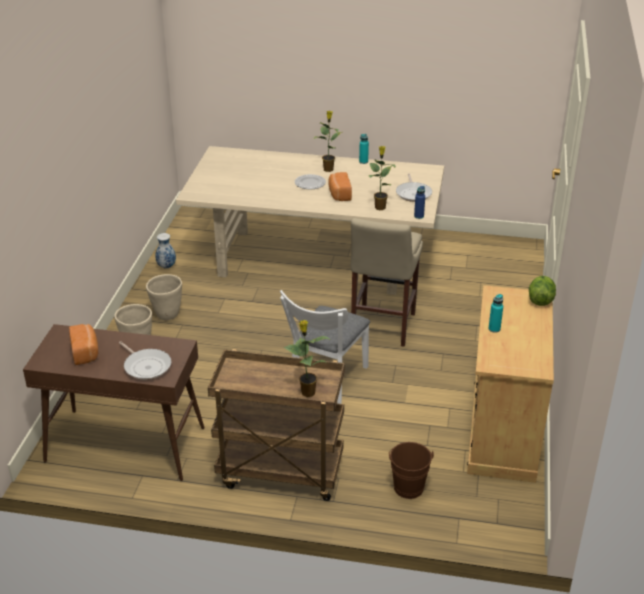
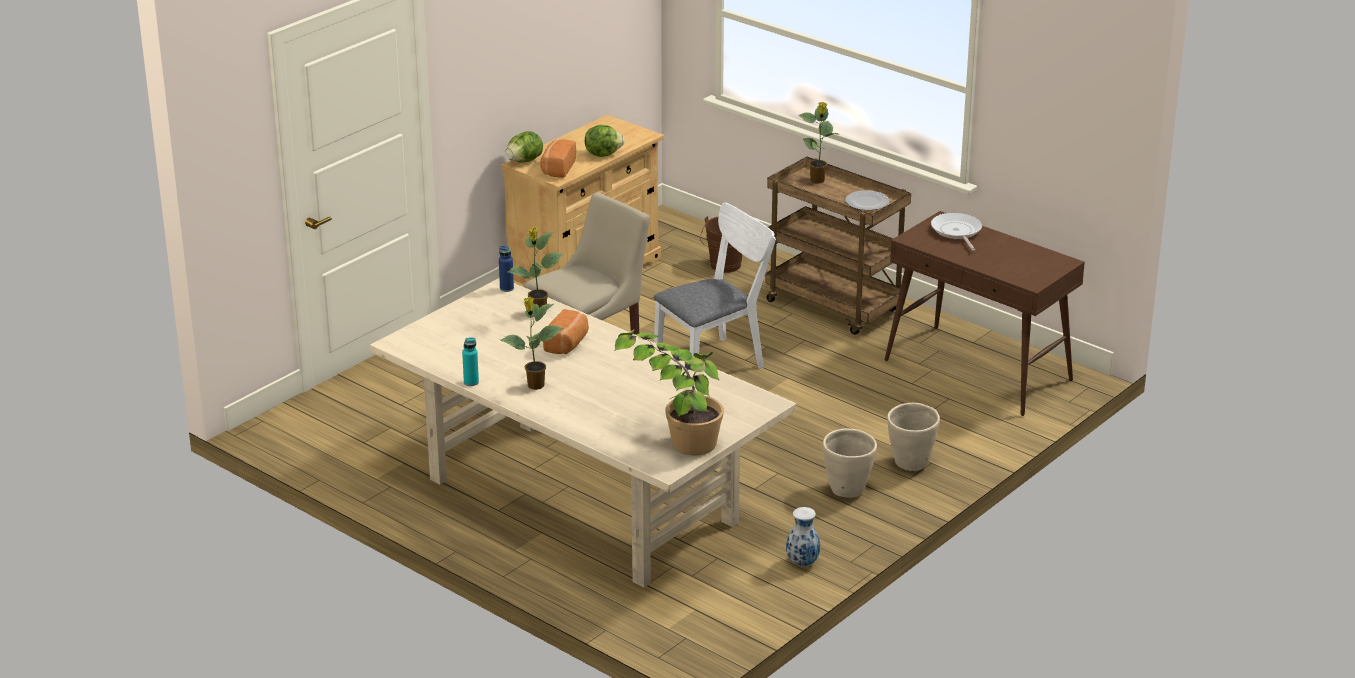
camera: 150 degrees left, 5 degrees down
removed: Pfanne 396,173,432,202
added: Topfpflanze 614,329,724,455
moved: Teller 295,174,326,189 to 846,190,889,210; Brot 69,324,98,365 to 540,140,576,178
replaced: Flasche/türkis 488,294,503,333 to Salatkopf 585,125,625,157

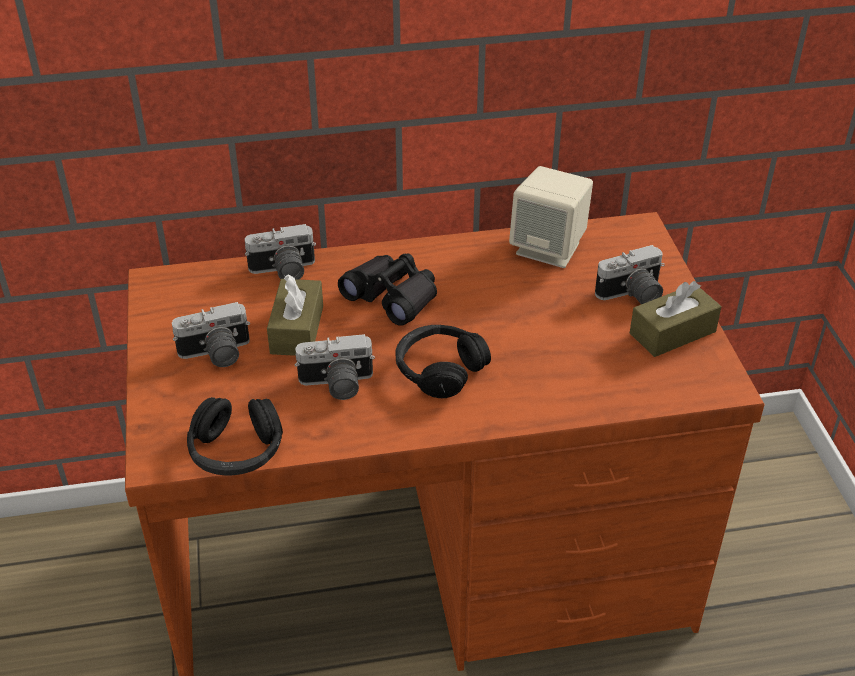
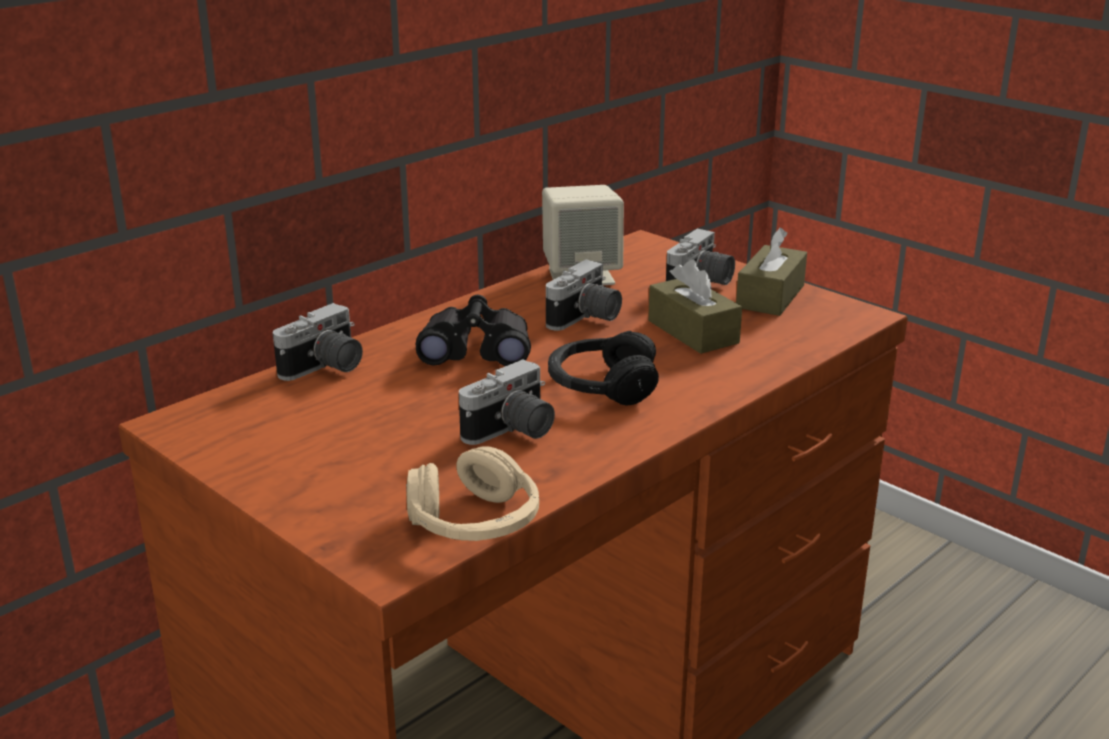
camera: 35 degrees left, 15 degrees down
moved: Taschentuchbox/braun 267,274,323,356 to 648,259,742,354; Kamera 172,302,250,367 to 546,260,622,331
recoloured: Kopfhörer/schwarz 187,397,283,475 to Kopfhörer/beige 406,446,539,541

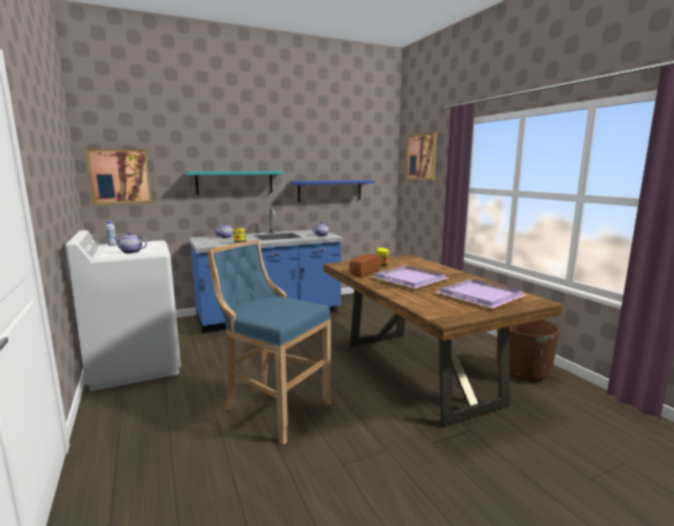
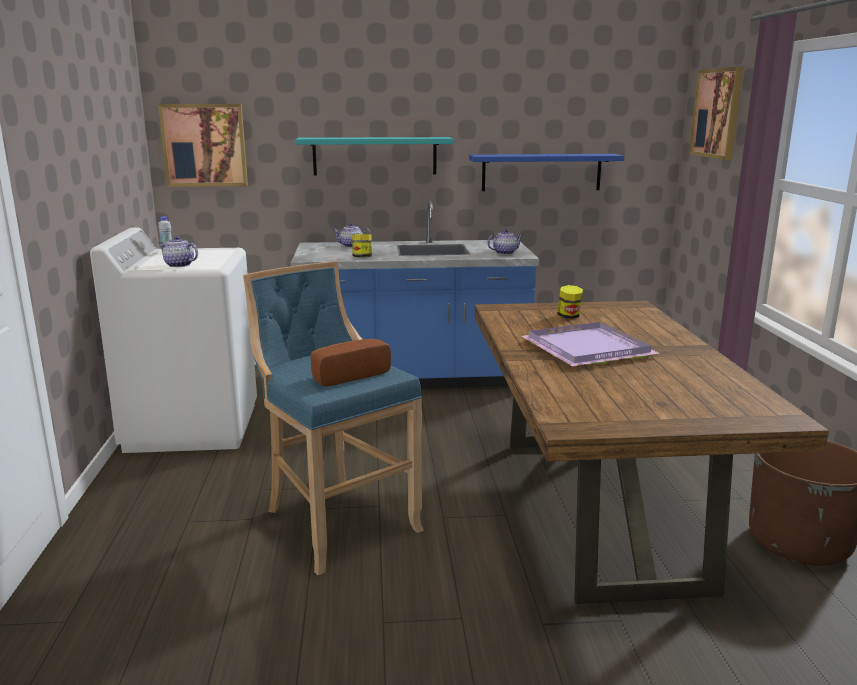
camera: 20 degrees right, 5 degrees up
removed: Tablett/lila 436,279,527,309
moved: Brot 349,254,381,277 to 311,339,391,387

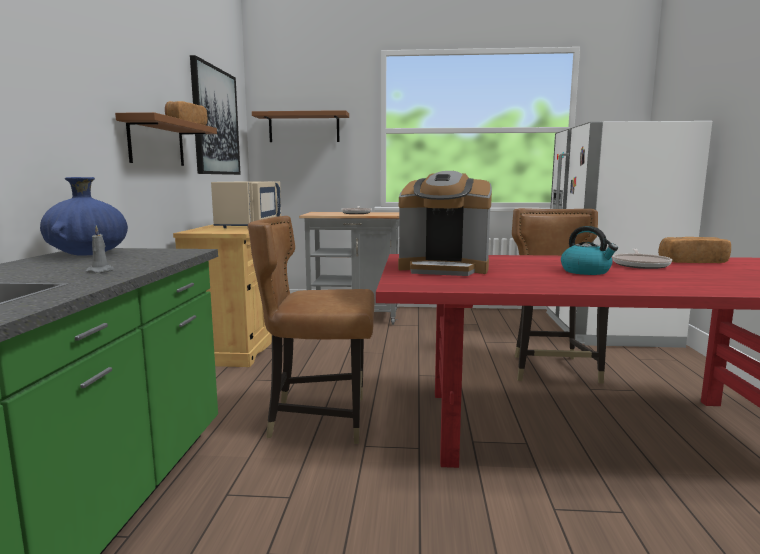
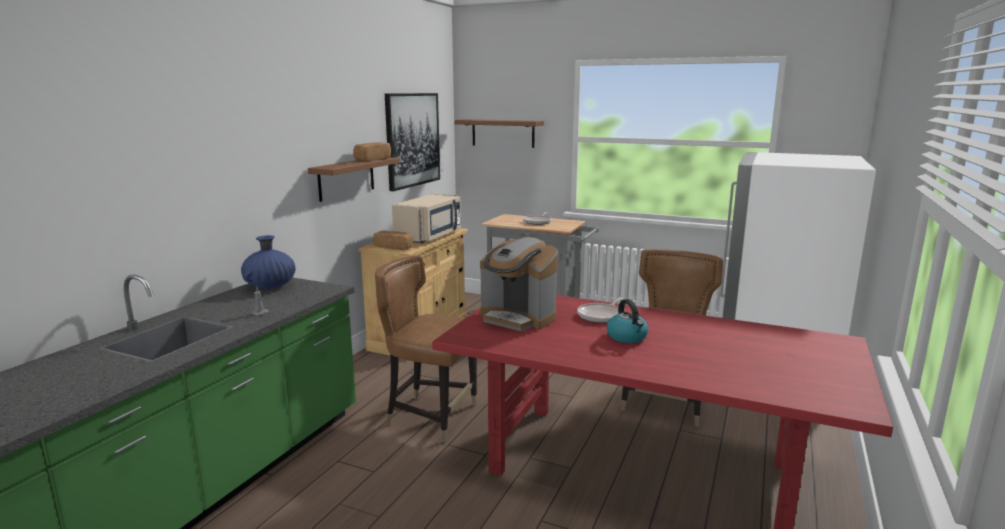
camera: 20 degrees right, 5 degrees up
moved: Brot 658,237,731,263 to 373,231,413,250; Pfanne 612,249,672,269 to 577,297,623,323

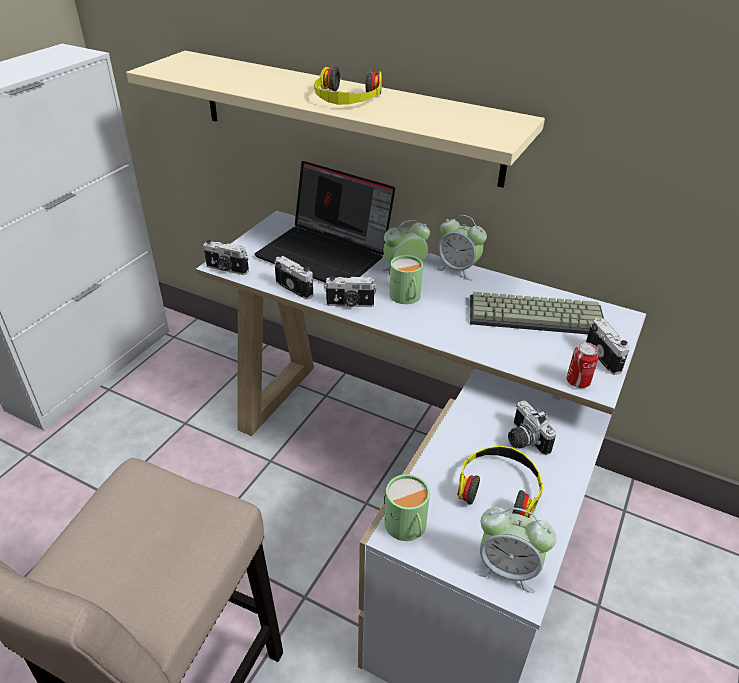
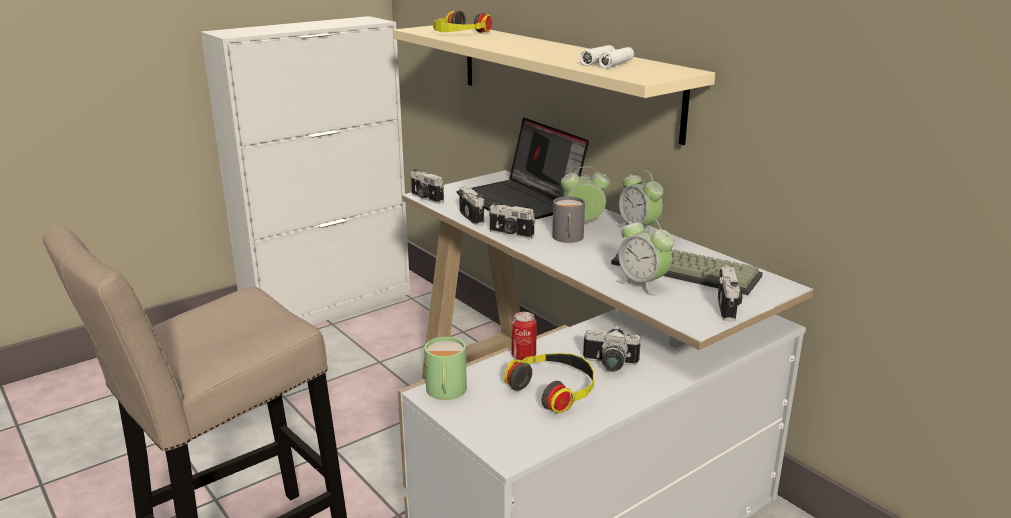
camera: 25 degrees right, 15 degrees down
added: Fernglas/weiß 580,45,634,68
moved: Kopfhörer 314,66,382,105 to 433,11,492,33; Dose 566,342,599,388 to 512,312,537,360; Wecker 475,507,557,593 to 616,216,674,296
recoloured: Henkelbecher/grün 389,255,423,304 to Henkelbecher/grau 552,197,585,243
turned: Kamera 508,400,557,455 = 583,325,641,372 75 degrees counterclockwise

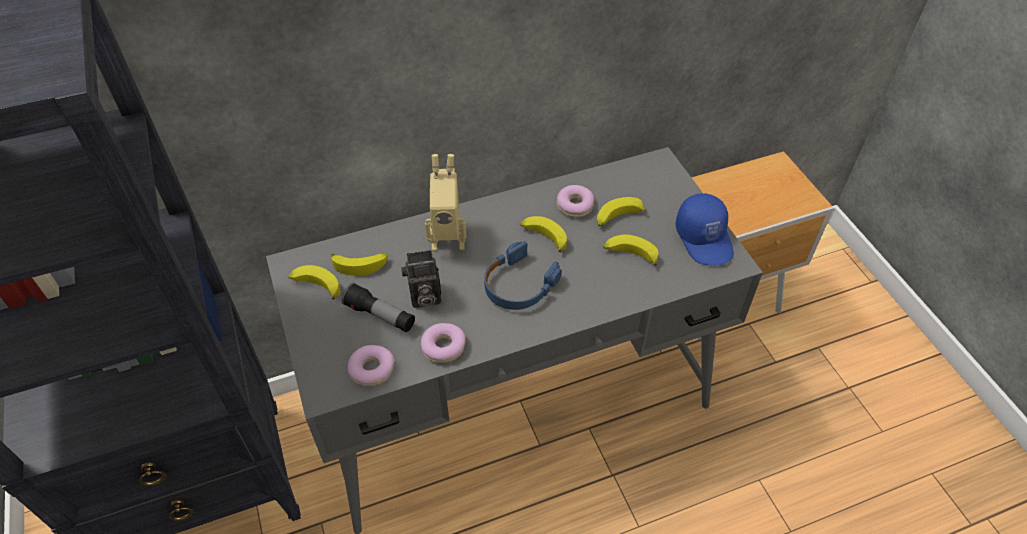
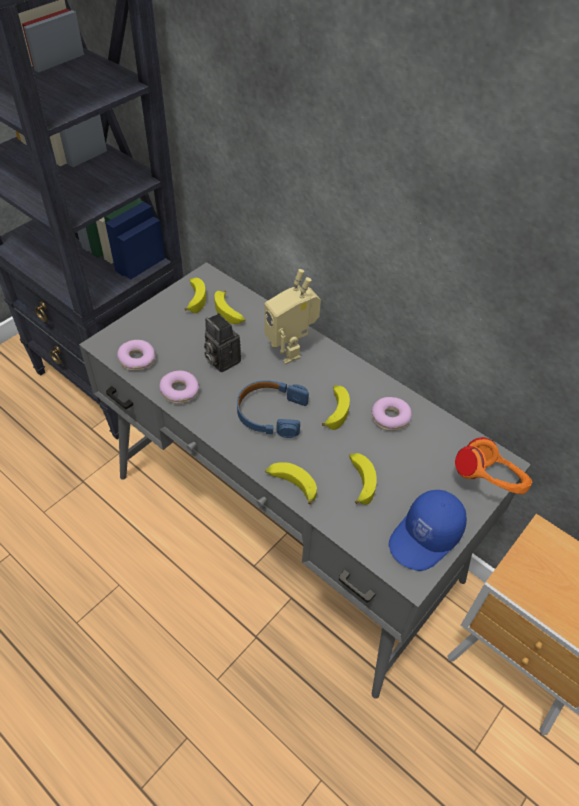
camera: 60 degrees right, 0 degrees up
removed: Taschenlampe 342,283,415,332
added: Kopfhörer/orange 455,437,532,495
moved: Banane 597,197,647,226 to 265,462,317,504

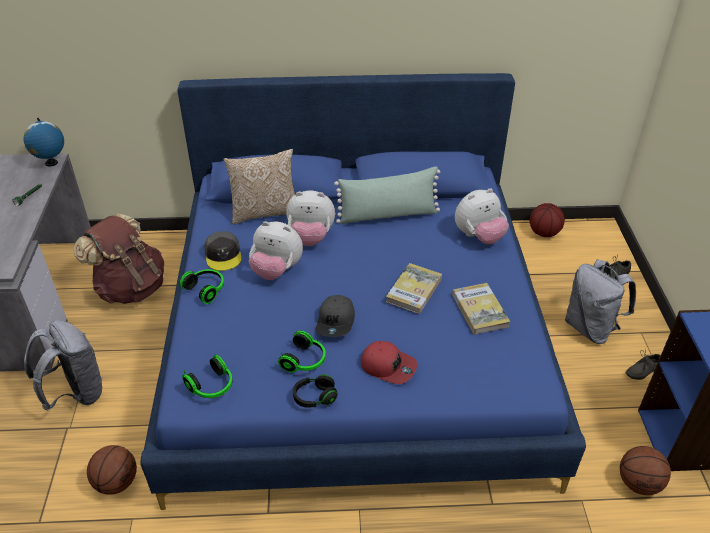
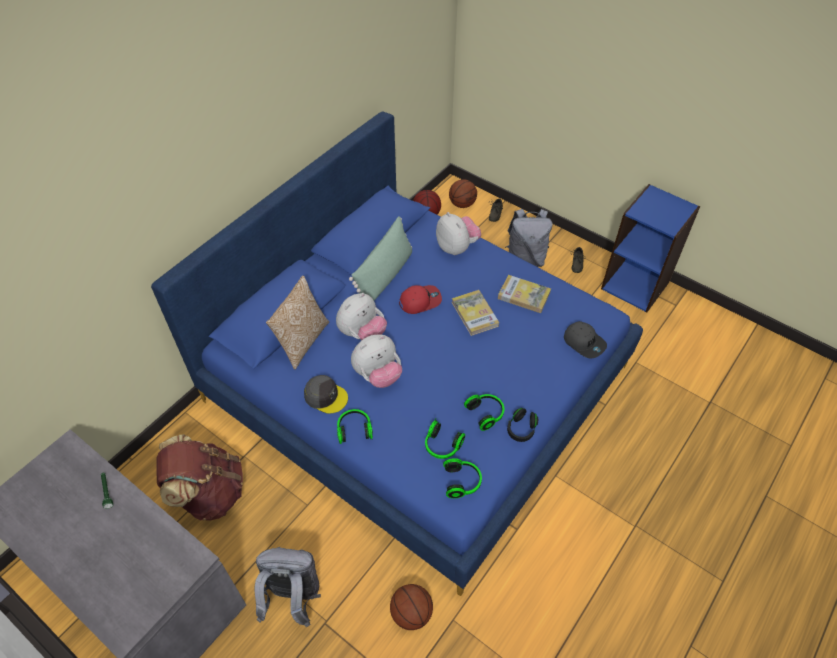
camera: 50 degrees left, 10 degrees up
removed: Globus 24,118,64,166
added: Kopfhörer 425,418,465,459
moved: Kappe/grau 316,295,355,337 to 564,321,607,358; Kappe/rot 361,341,417,384 to 399,285,442,314; Basketball 620,446,671,495 to 449,179,477,208
turned: Plüschtier 455,188,509,244 = 436,212,481,255 45 degrees counterclockwise

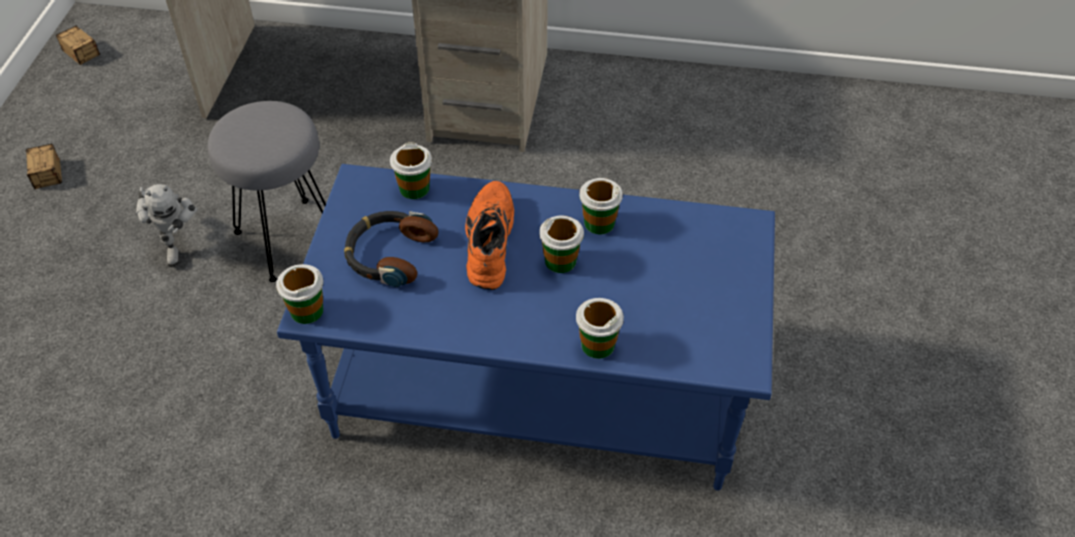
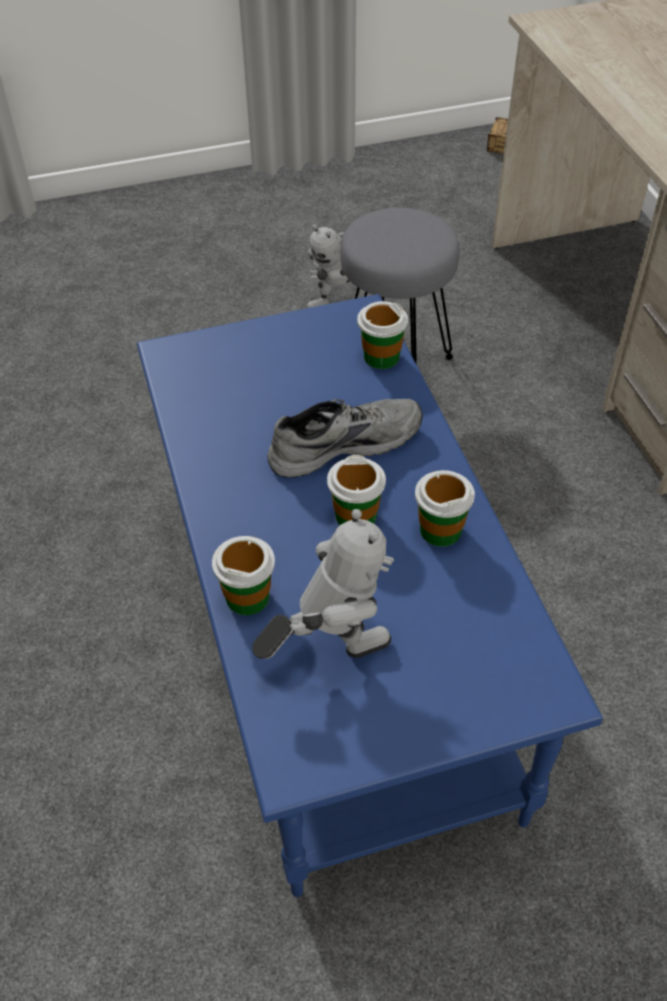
camera: 65 degrees right, 0 degrees up
removed: Aufbewahrungsbox 26,144,62,189; Kopfhörer 344,211,439,287; Tasse 276,264,323,324
added: Spielzeugroboter 252,509,394,659
recoloured: Schuh/orange 465,181,514,290 to Schuh/grau 267,399,423,478

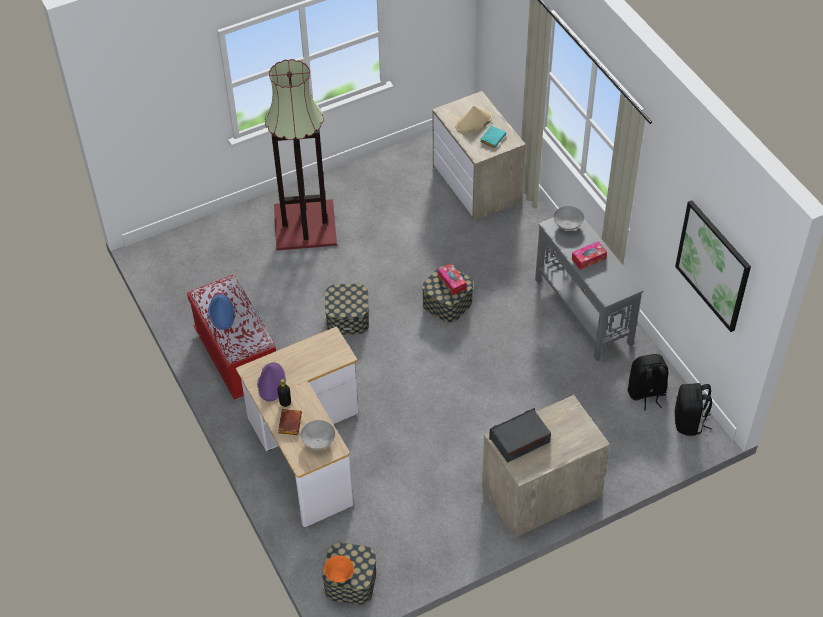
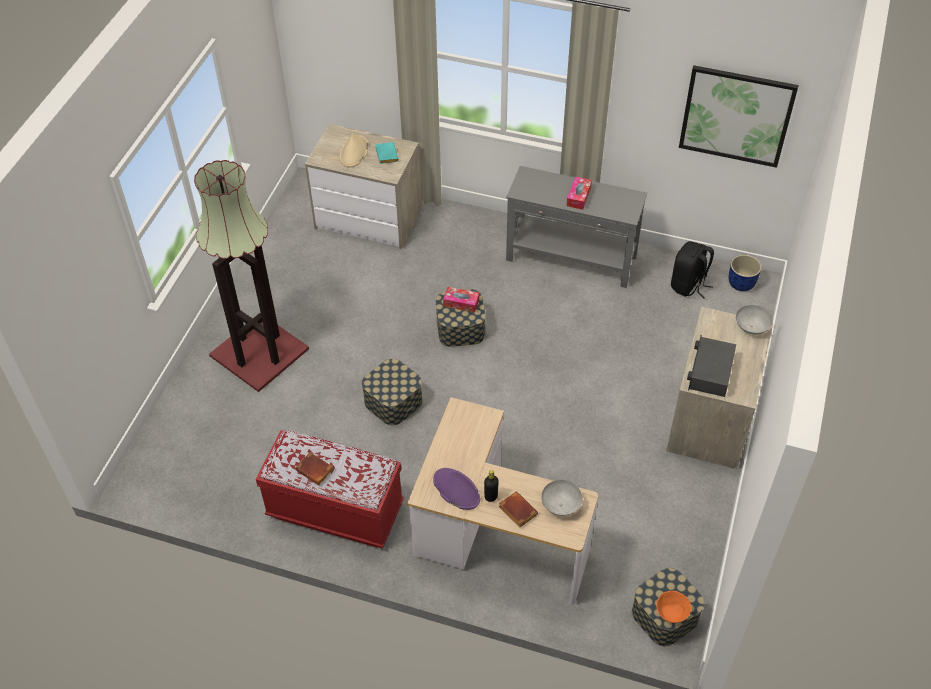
camera: 45 degrees left, 0 degrees up
moved: Schüssel/grau 554,206,584,230 to 736,305,773,334
replaced: Hut/blau 208,294,235,330 to Buch/braun 295,452,333,485; Rucksack/schwarz 674,383,712,436 to Pflanzkübel/blau 729,255,761,291

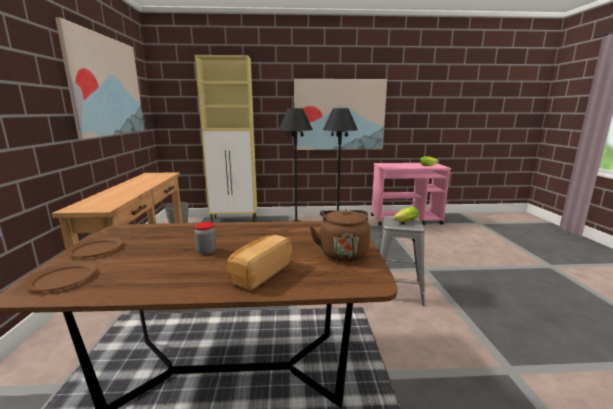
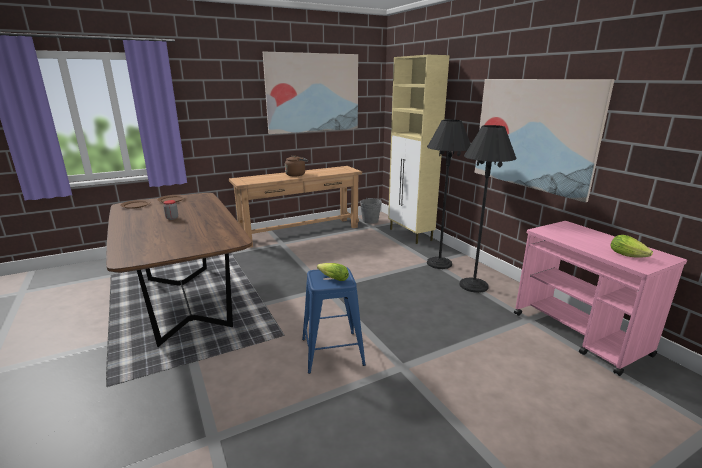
camera: 65 degrees right, 5 degrees up
removed: Brot 227,235,292,291
moved: Wasserkessel/braun 310,209,370,262 to 285,155,308,177
recoloured: Hocker/grau 378,216,425,306 to Hocker/blau 302,267,366,374

